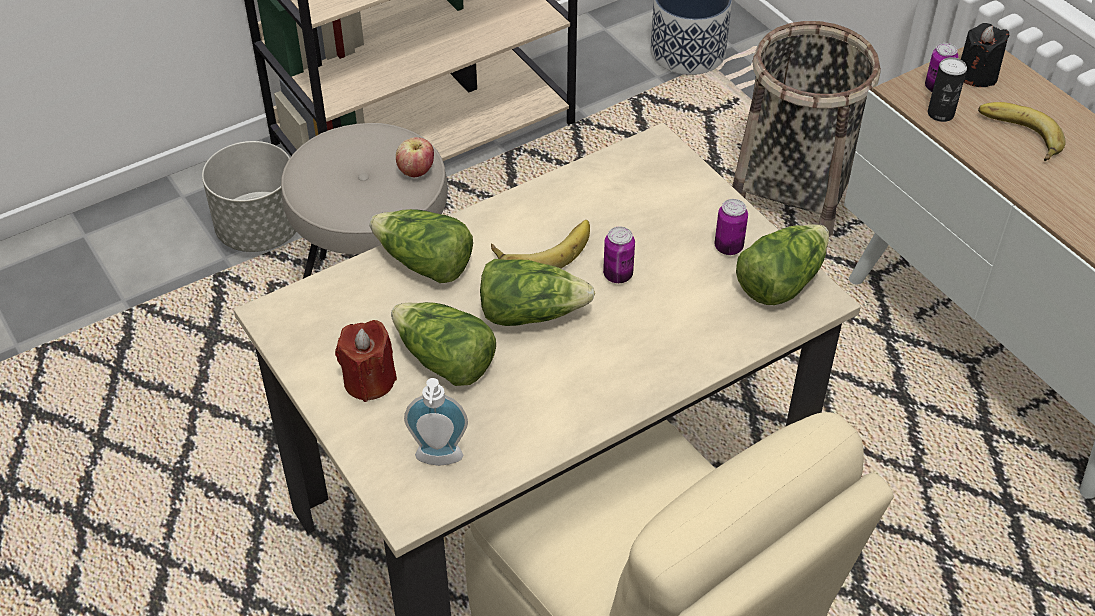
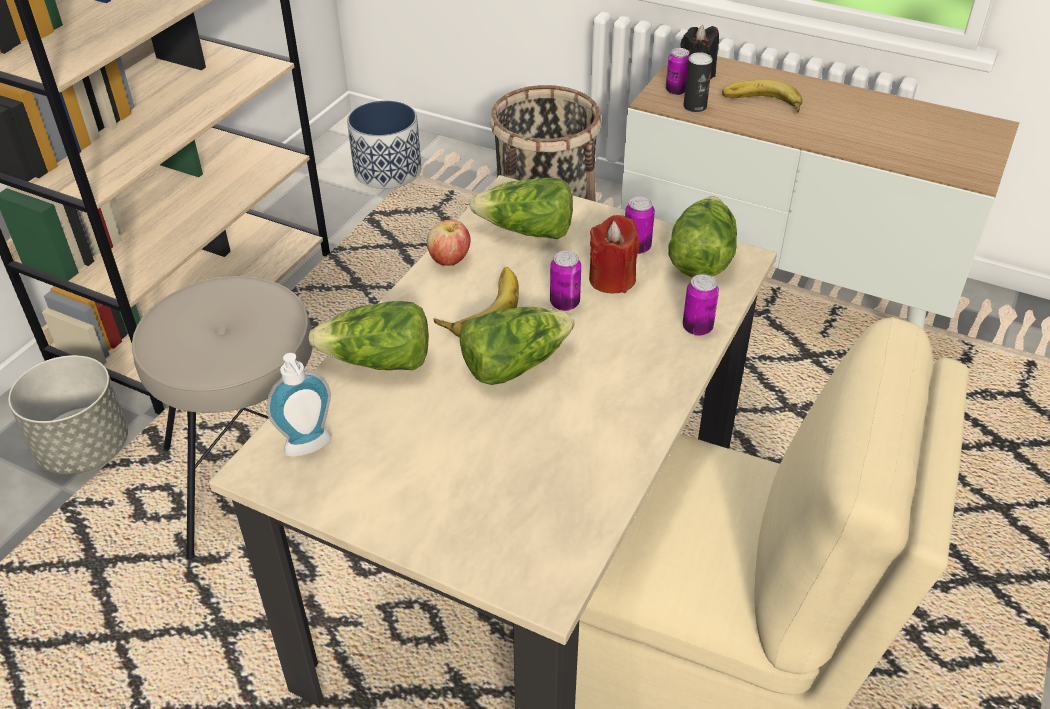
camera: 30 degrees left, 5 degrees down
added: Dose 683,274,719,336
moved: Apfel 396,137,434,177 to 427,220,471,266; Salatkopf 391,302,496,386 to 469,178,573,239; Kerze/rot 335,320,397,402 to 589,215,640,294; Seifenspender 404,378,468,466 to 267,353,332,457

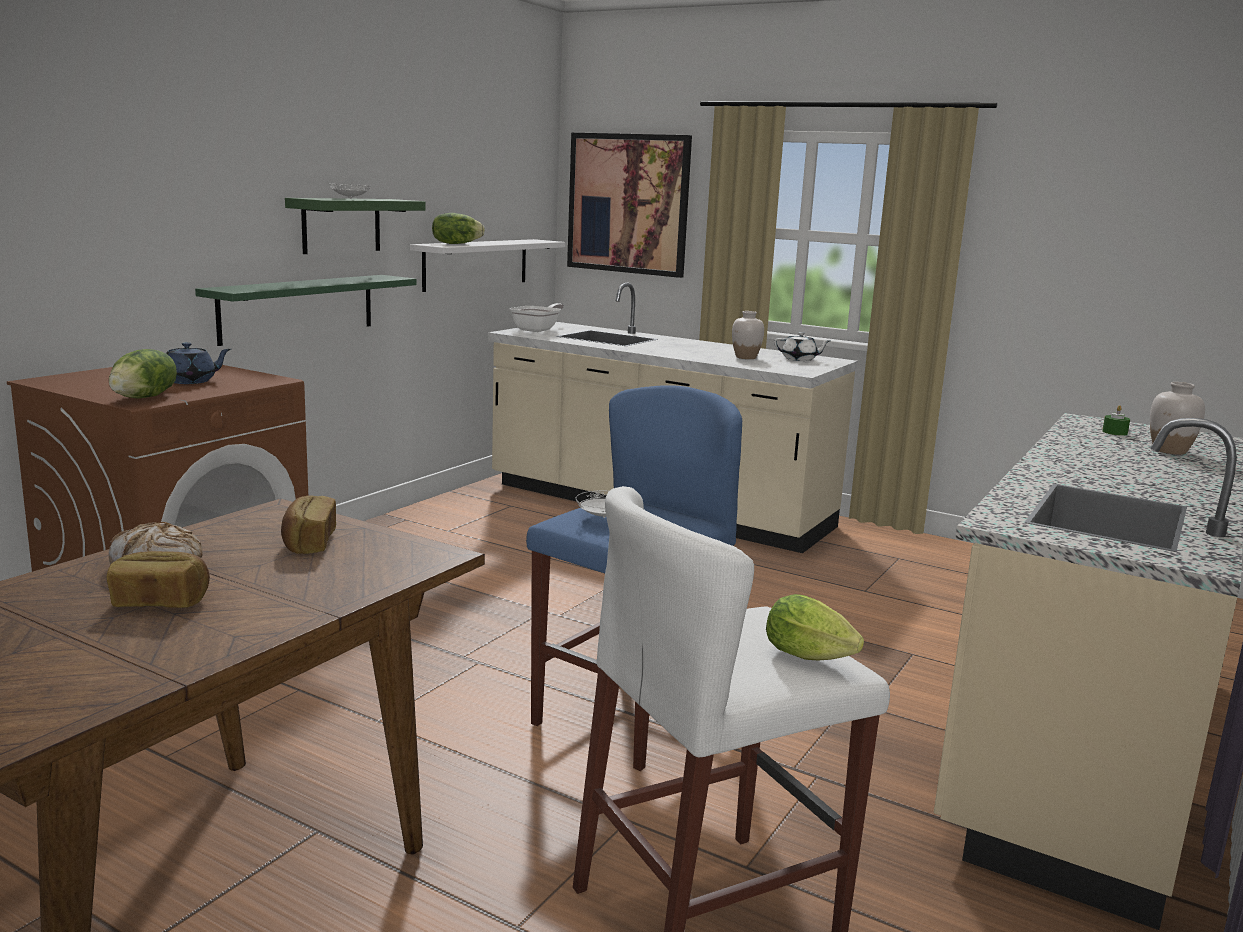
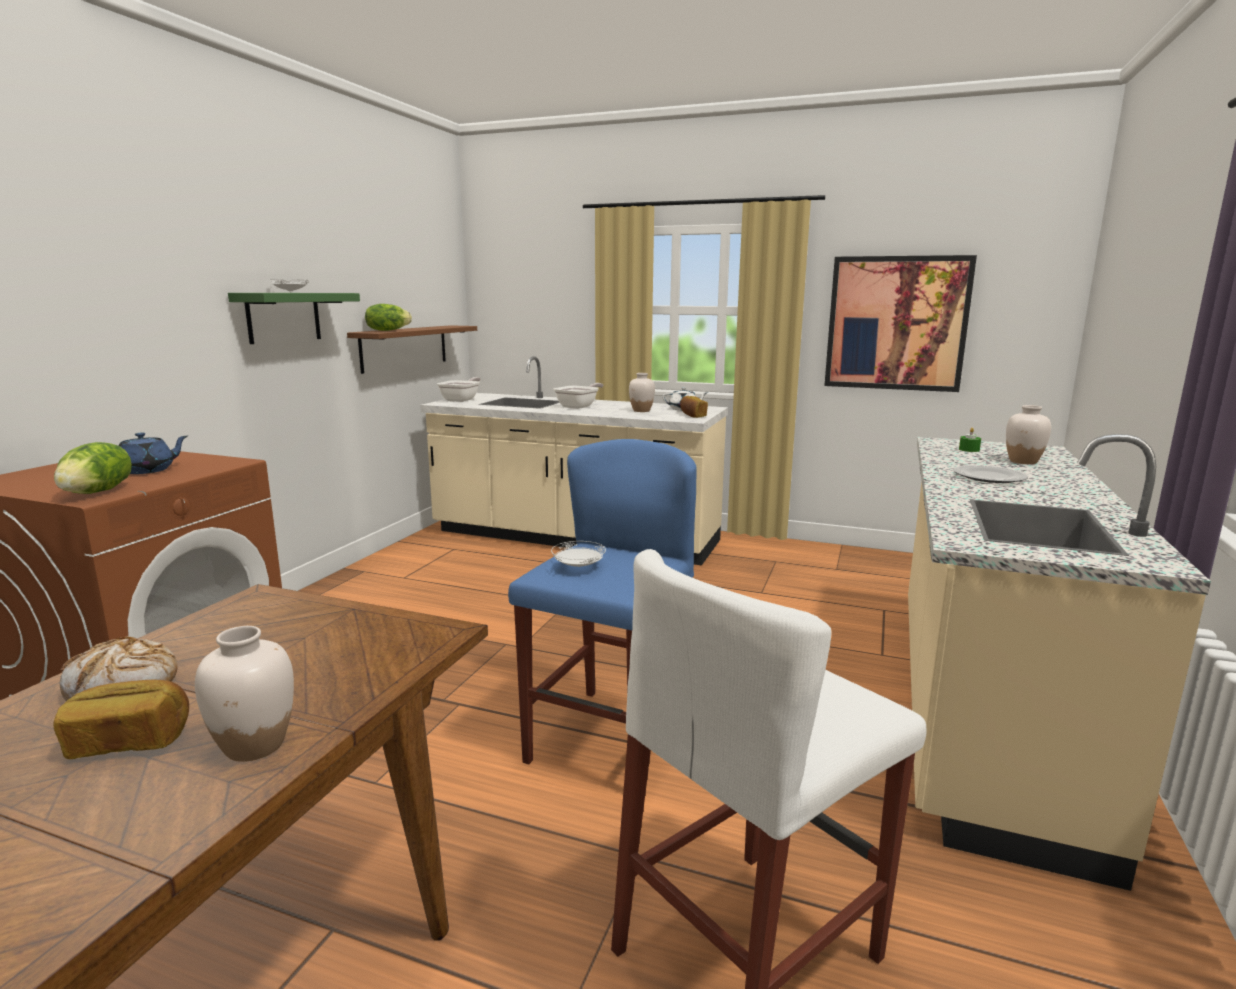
camera: 10 degrees left, 0 degrees up
removed: Wandregal/grün 195,275,416,346; Salatkopf 766,594,864,661
added: Pfanne 554,383,603,409; Teller 953,465,1028,483; Vase/weiß 195,626,294,762
moved: Bild 567,133,692,278 to 824,255,977,392; Brot 281,496,336,554 to 680,396,708,418
recoloured: Wandregal/weiß 410,239,565,292 to Wandregal/braun 347,325,477,374

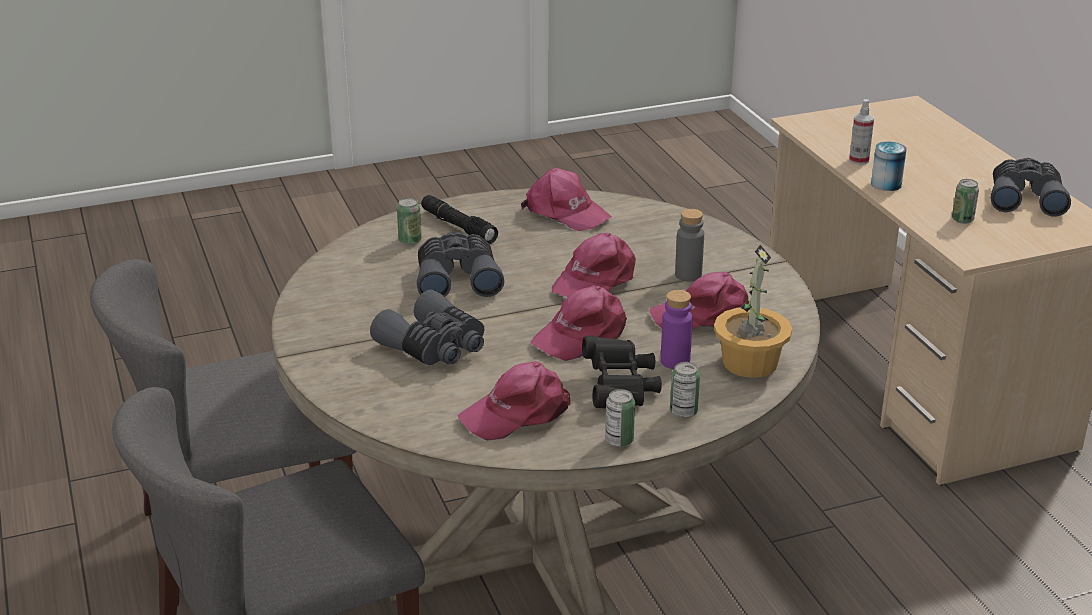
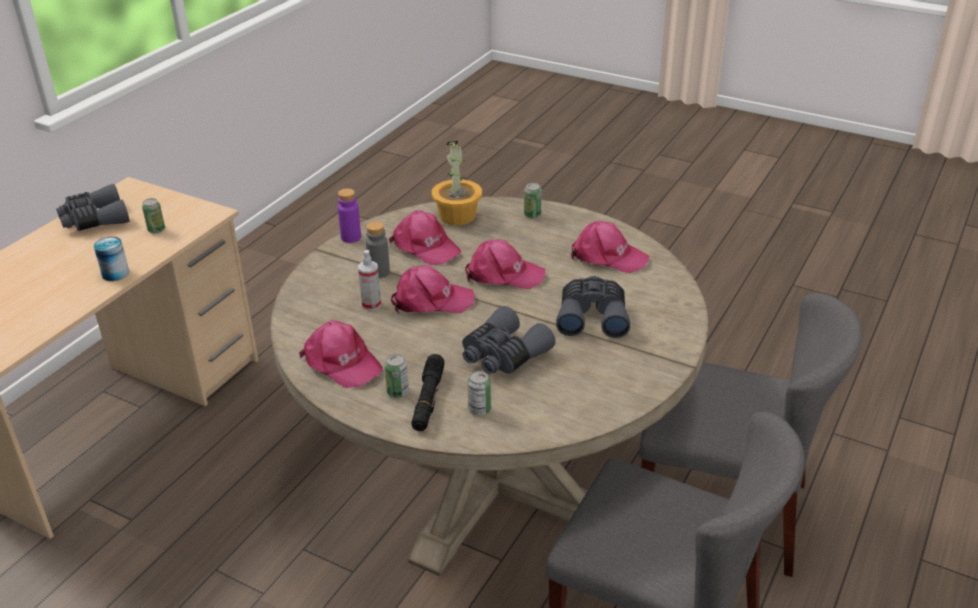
camera: 130 degrees left, 5 degrees up
removed: Fernglas/schwarz 582,336,662,408
moved: Sprühflasche 849,99,874,165 to 358,250,381,311; Flasche/lila 661,290,693,369 to 338,188,361,243; Dose 605,389,635,447 to 384,354,409,398
turned: Kappe/rosa 521,168,612,231 = 299,320,383,388 135 degrees clockwise

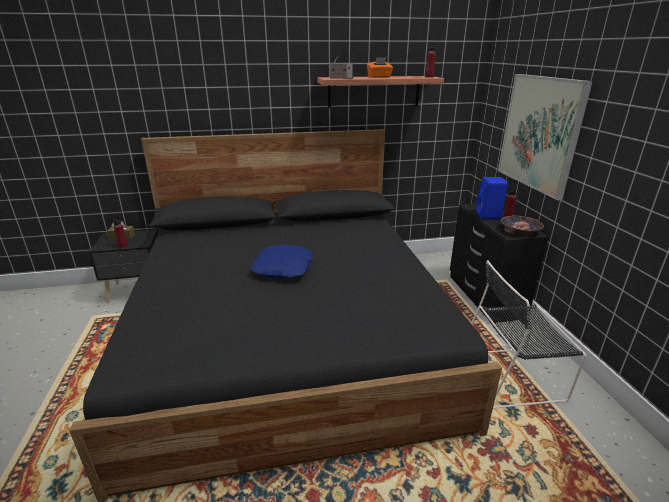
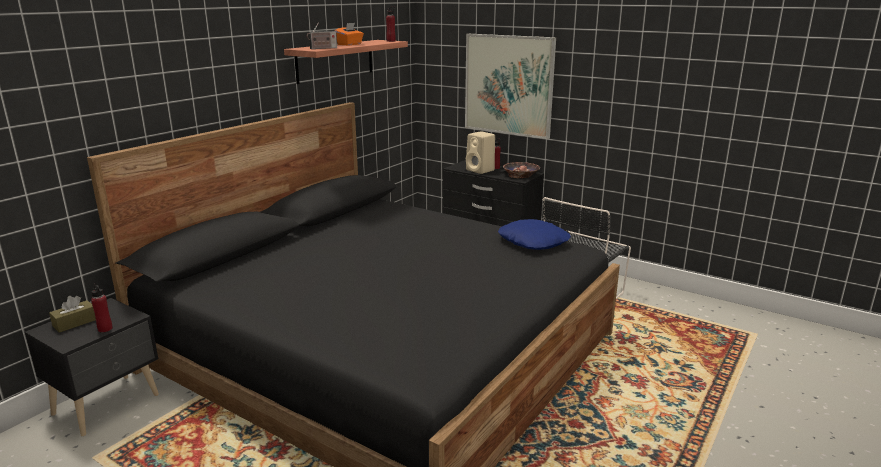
camera: 45 degrees left, 5 degrees down
moved: Kissen/blau 251,245,313,278 to 498,219,571,250
recoloured: Lautsprecher/blau 476,177,508,219 to Lautsprecher/beige 466,131,495,174

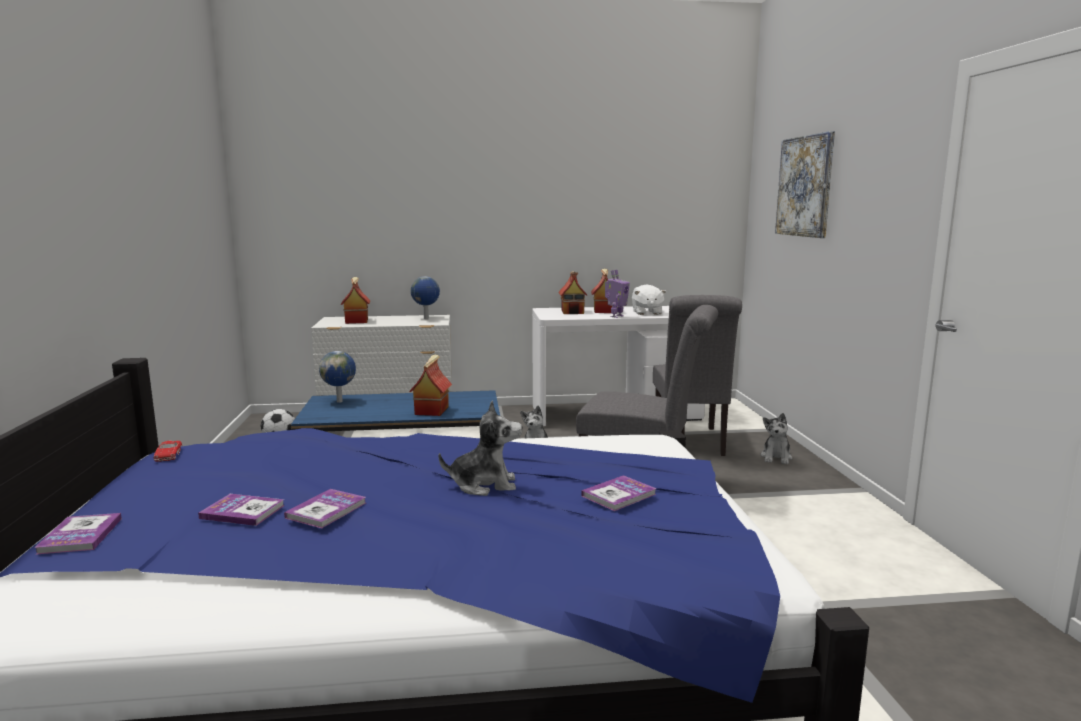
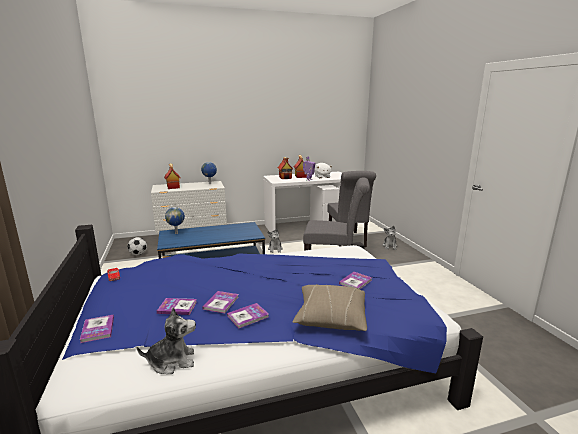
camera: 10 degrees left, 5 degrees up
removed: Bild 775,131,835,238; Spielzeughaus 409,354,452,416
added: Kissen/beige 293,284,367,331; Buch 227,303,269,328
moved: Plüschtier 439,401,522,496 to 137,308,196,374

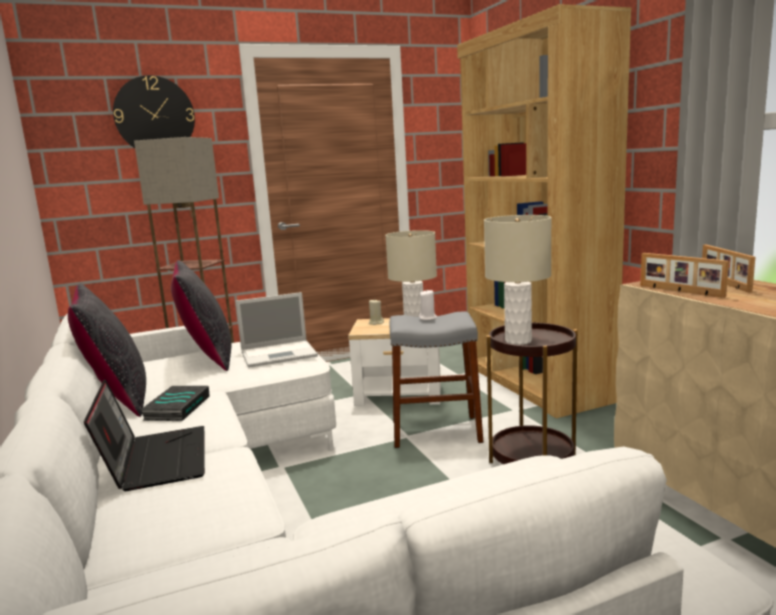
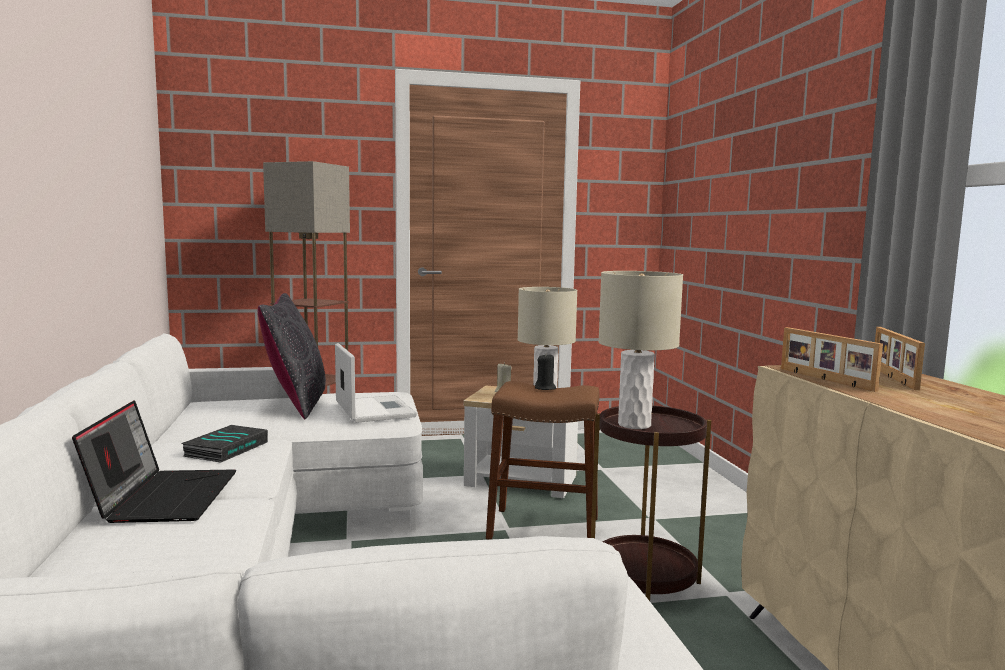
camera: 10 degrees right, 5 degrees down
removed: Bücherregal/braun 457,4,631,418; Wanduhr 113,75,195,148; Kissen/schwarz 68,284,146,417
recoloured: Kerze/weiß 419,290,437,320 to Kerze/schwarz 535,353,556,390; Hocker/grau 389,311,483,448 to Hocker/braun 486,381,599,540
turned: Laptop 235,292,318,368 = 335,343,417,423 105 degrees counterclockwise

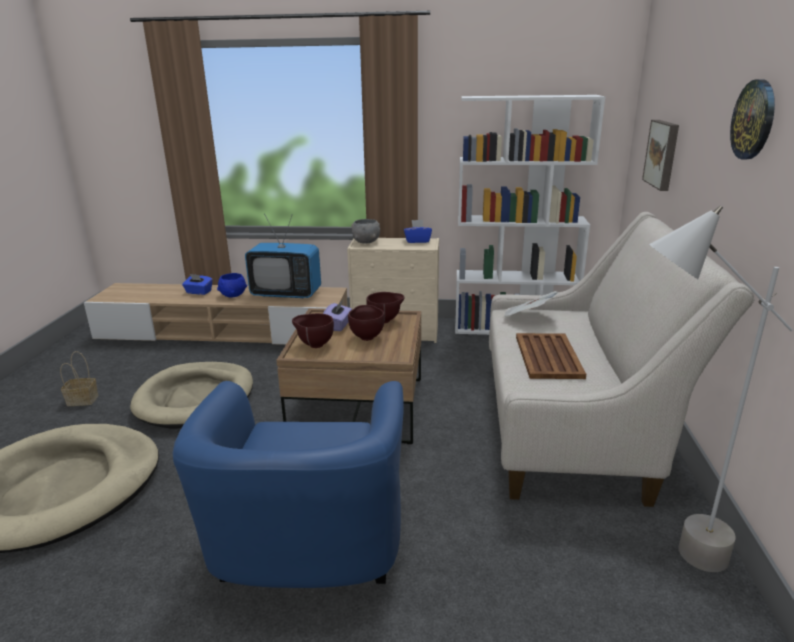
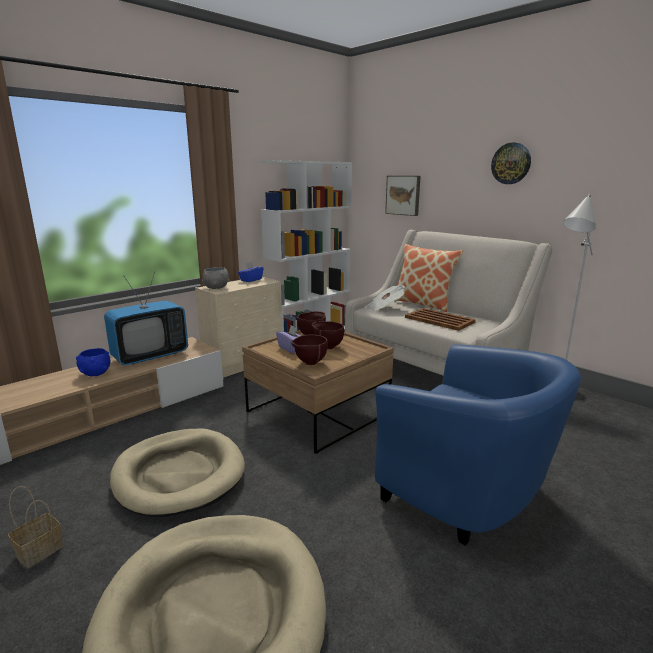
camera: 50 degrees left, 5 degrees down
removed: Taschentuchbox/blau 182,274,212,295
added: Kissen 395,244,463,312

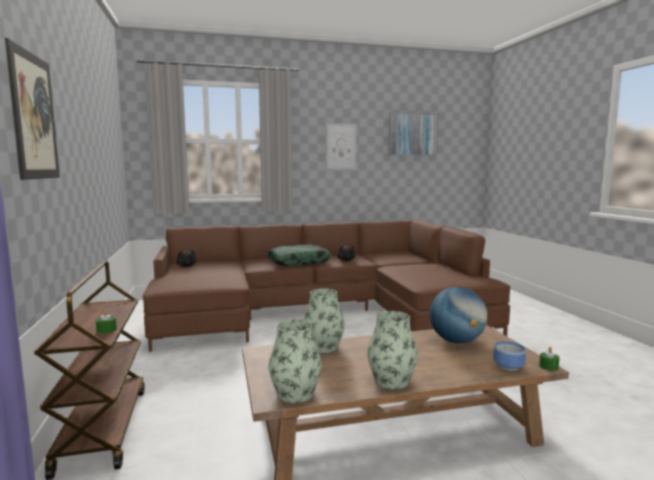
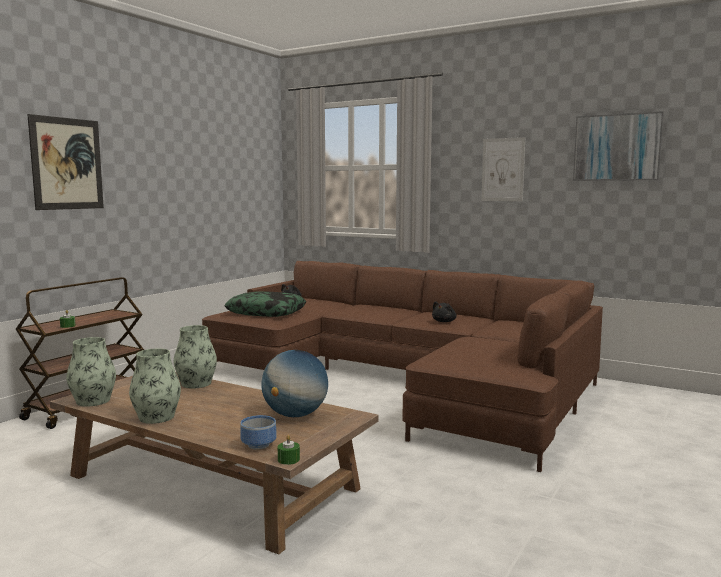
camera: 45 degrees right, 0 degrees up
moved: Kissen 266,245,332,266 to 224,291,306,317

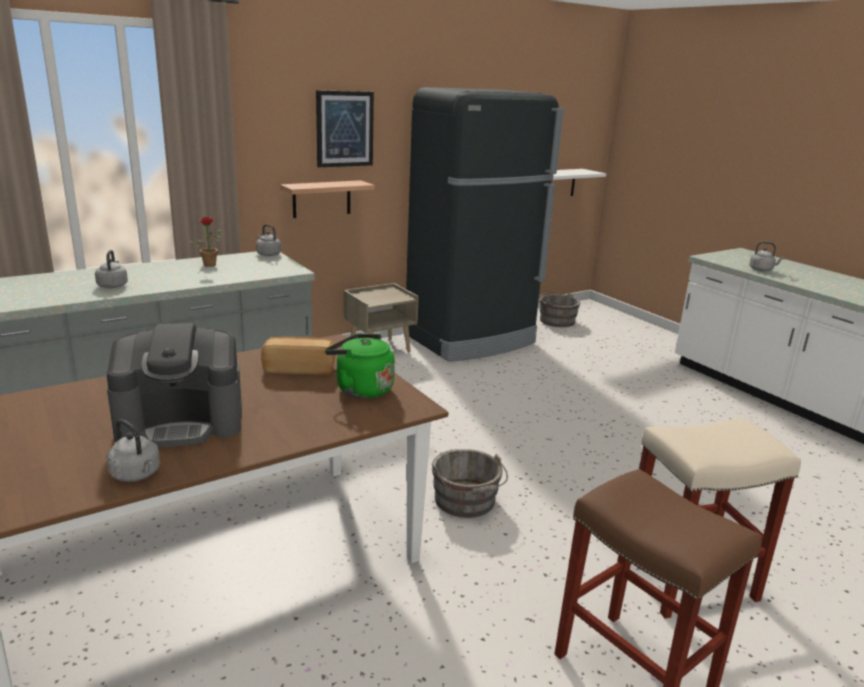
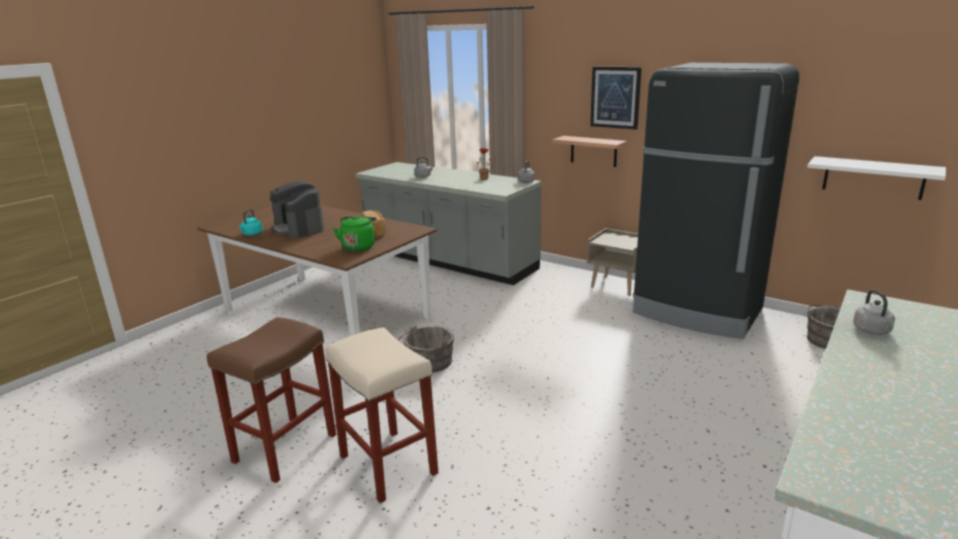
camera: 70 degrees right, 0 degrees up
recoloured: Wasserkessel/grau 107,419,160,482 to Wasserkessel/türkis 239,209,263,235

